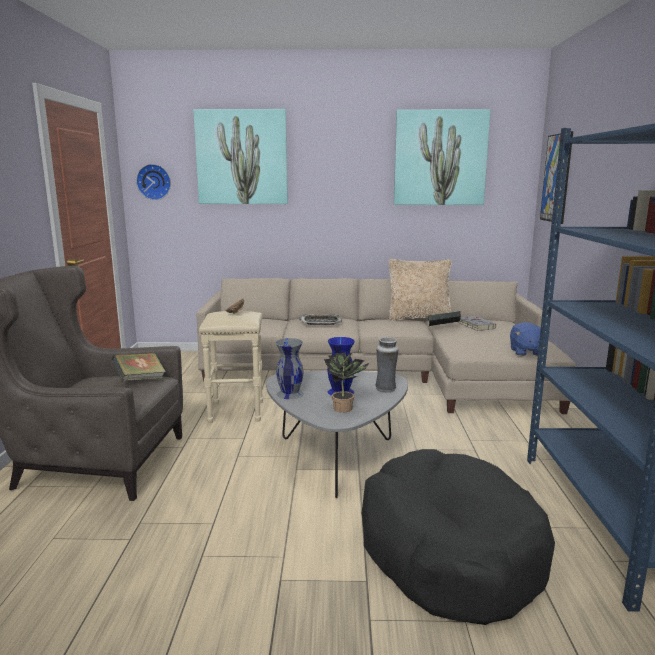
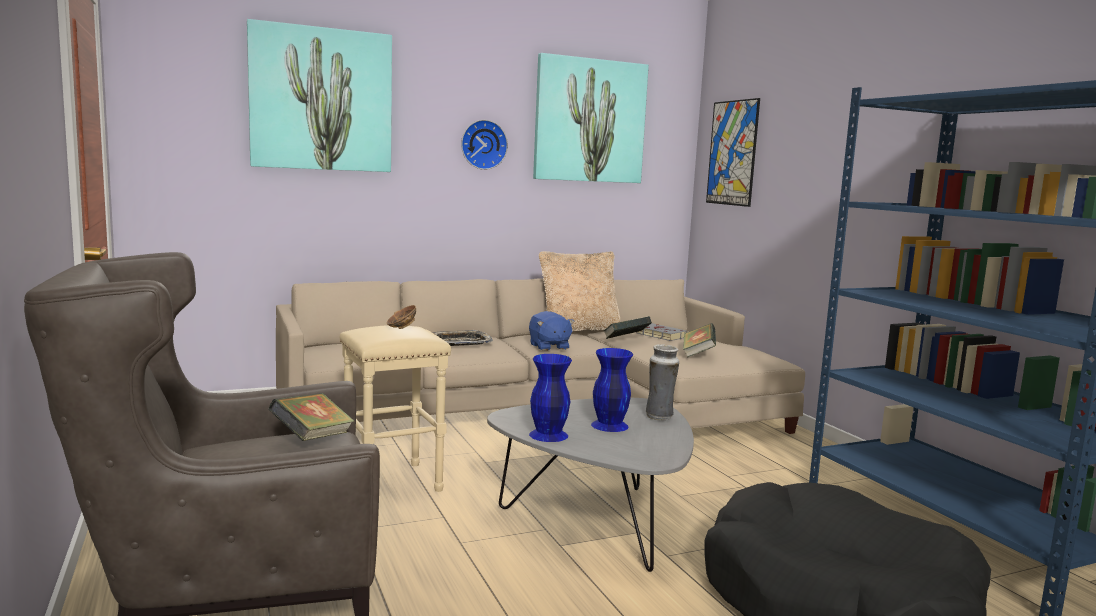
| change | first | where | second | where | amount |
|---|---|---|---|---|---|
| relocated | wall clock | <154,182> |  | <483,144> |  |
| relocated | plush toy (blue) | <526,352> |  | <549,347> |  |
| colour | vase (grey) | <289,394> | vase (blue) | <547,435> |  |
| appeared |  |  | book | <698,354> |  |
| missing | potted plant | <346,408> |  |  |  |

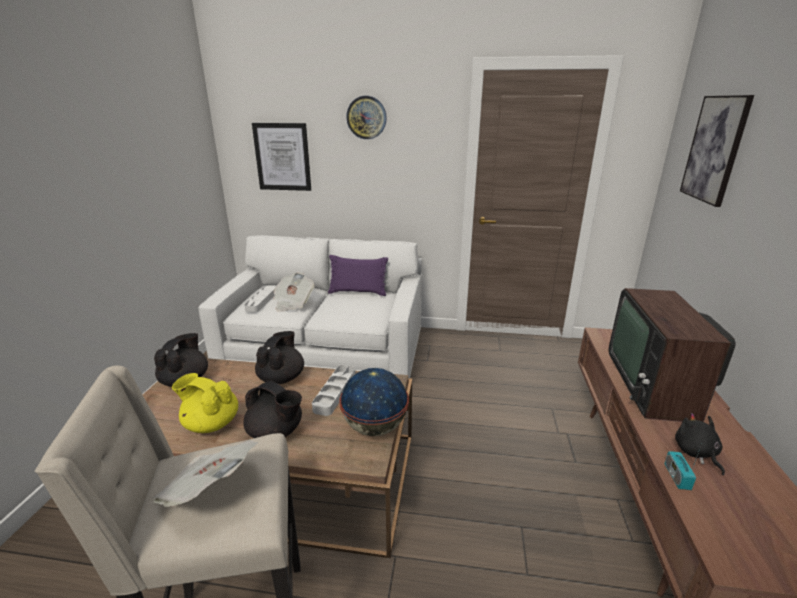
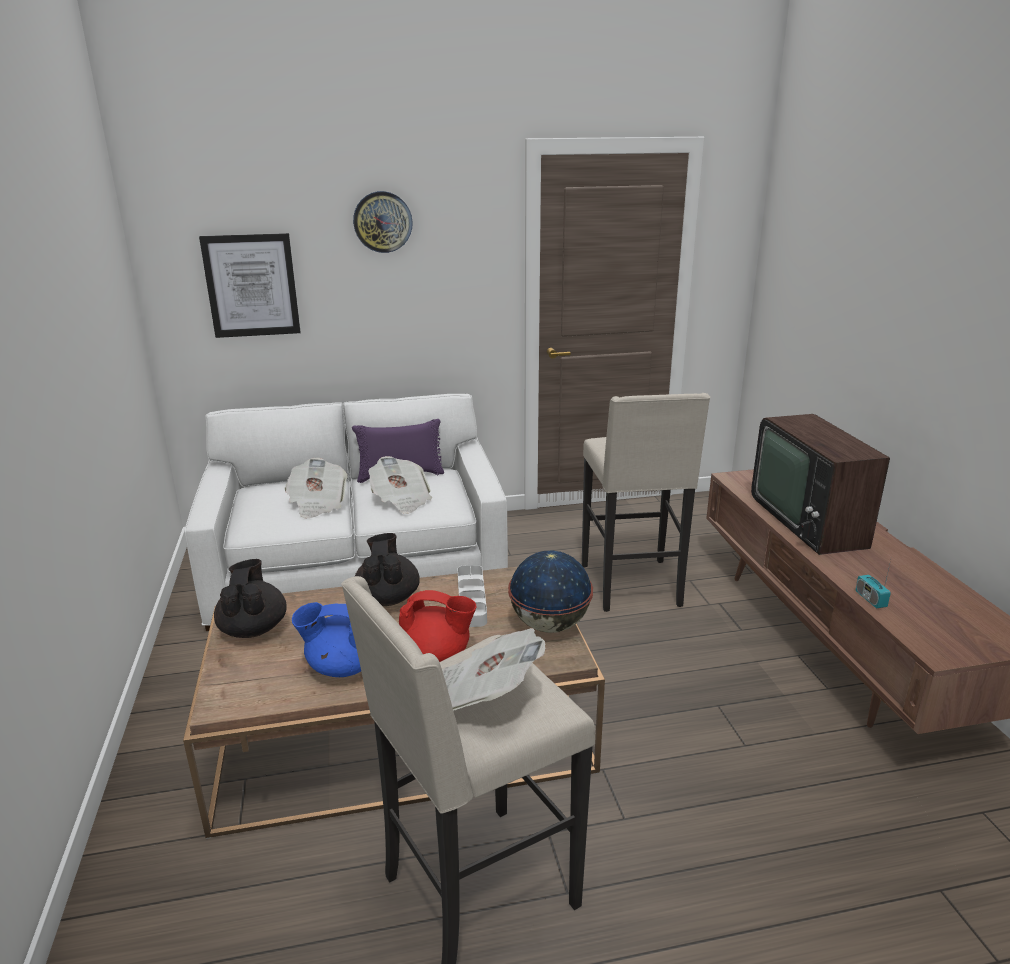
| change | first | where | second | where | amount |
|---|---|---|---|---|---|
| colour | teapot (yellow) | <211,423> | teapot (blue) | <342,666> |  |
| appeared |  |  | newspaper | <401,500> |  |
| colour | teapot (black) | <276,432> | teapot (red) | <436,656> |  |
| appeared |  |  | stool (beige) | <633,586> |  |
| missing | tray (white) | <261,301> |  |  |  |
| missing | plush toy (black) | <696,453> |  |  |  |
| missing | picture | <714,149> |  |  |  |

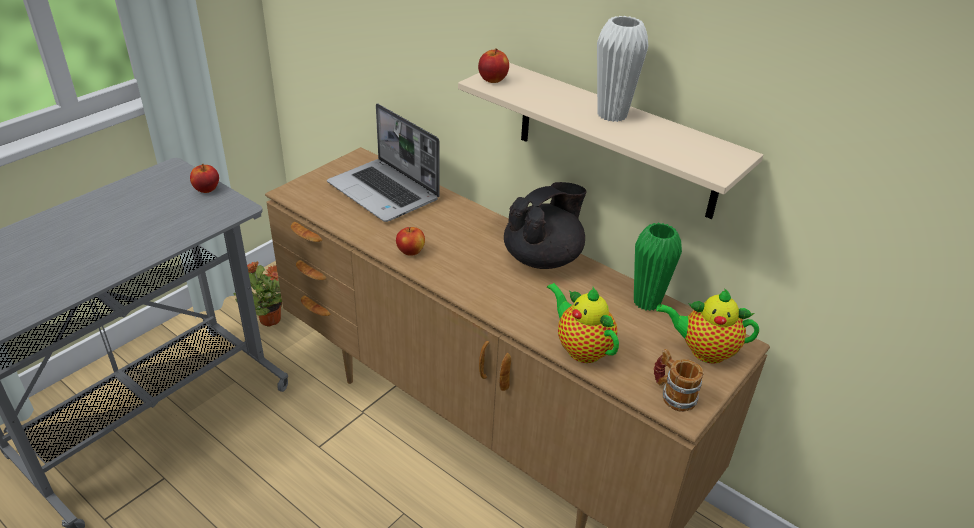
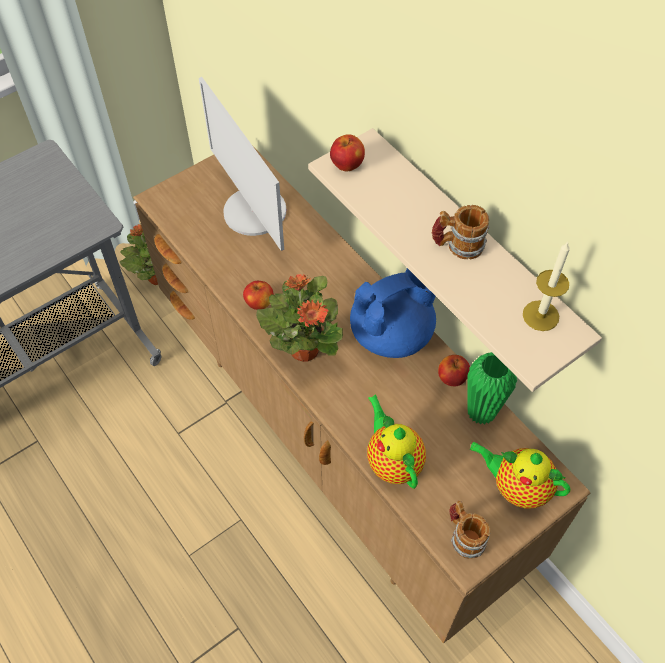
| change | first | where | second | where | amount |
|---|---|---|---|---|---|
| exchanged | laptop | <385,192> | monitor | <254,212> |  |
| appeared |  |  | potted plant | <304,348> |  |
| colour | teapot (black) | <543,258> | teapot (blue) | <393,333> |  |
| exchanged | vase (white) | <612,115> | mug | <457,245> |  |
| relocated | apple | <206,189> |  | <452,378> |  |
| appeared |  |  | candle | <540,315> |  |

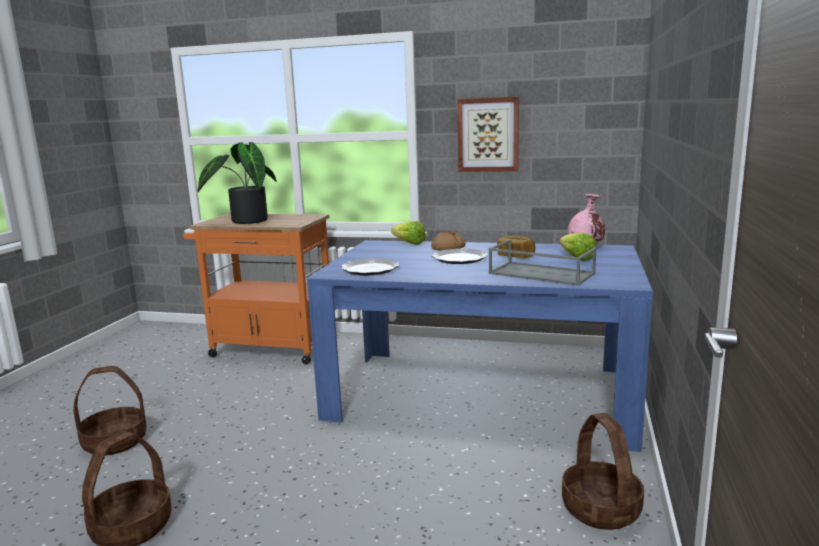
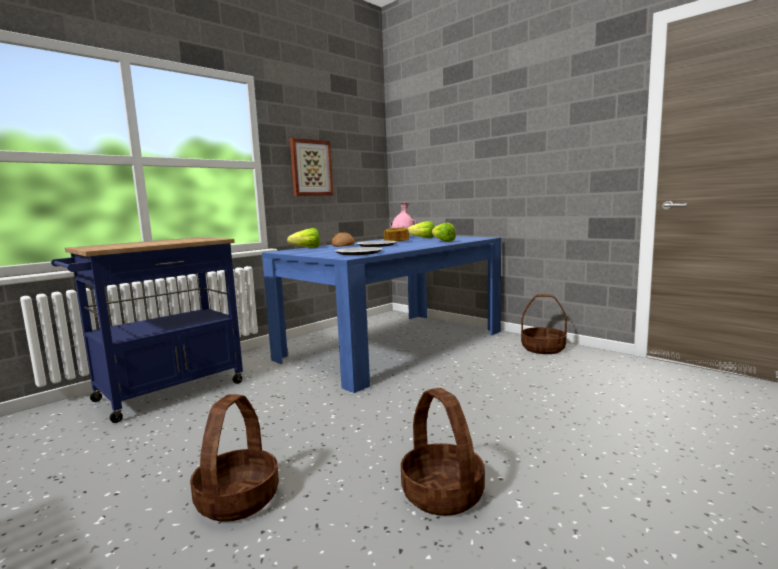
| change | first | where | second | where | amount |
|---|---|---|---|---|---|
| colour | cart (orange) | <269,348> | cart (blue) | <165,393> |  |
| exchanged | tray (grey) | <540,274> | lettuce | <442,241> |  |
| missing | potted plant | <245,221> |  |  |  |

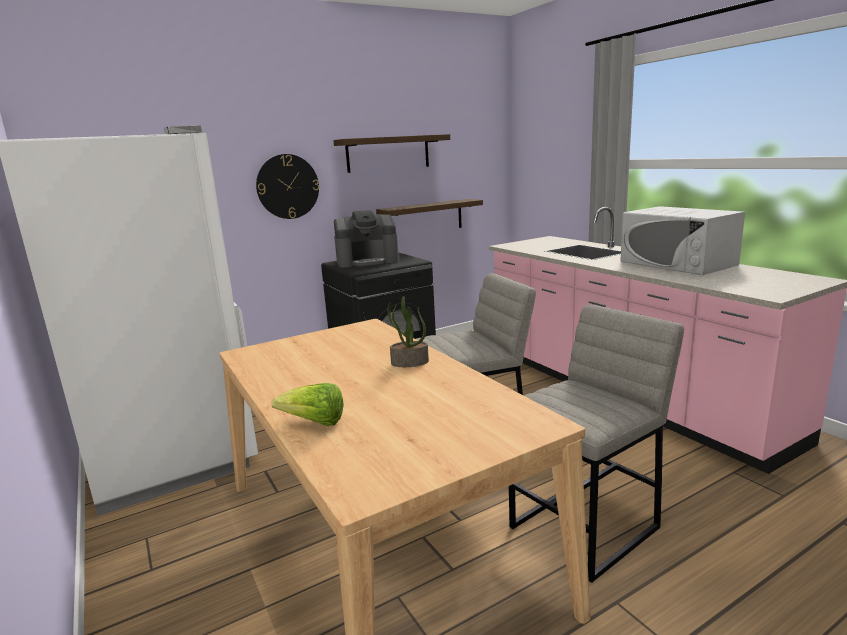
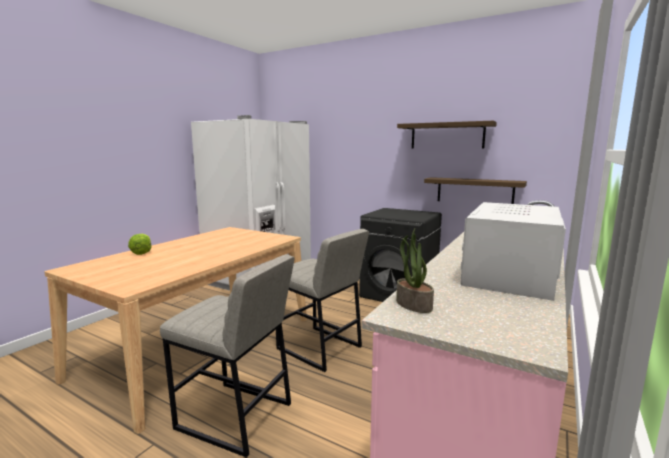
| change | first | where | second | where | amount |
|---|---|---|---|---|---|
| relocated | potted plant | <409,363> |  | <413,305> |  |
| missing | wall clock | <288,186> |  |  |  |
| missing | coffee machine | <368,261> |  |  |  |

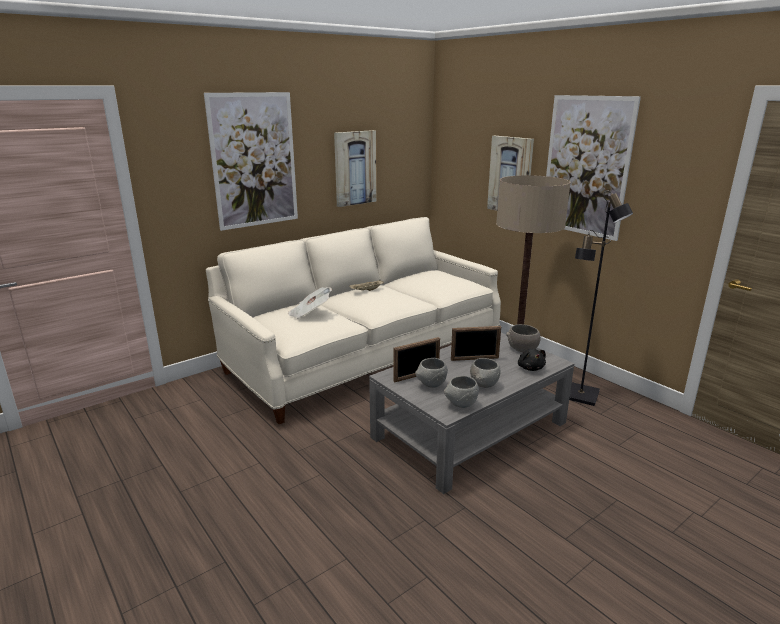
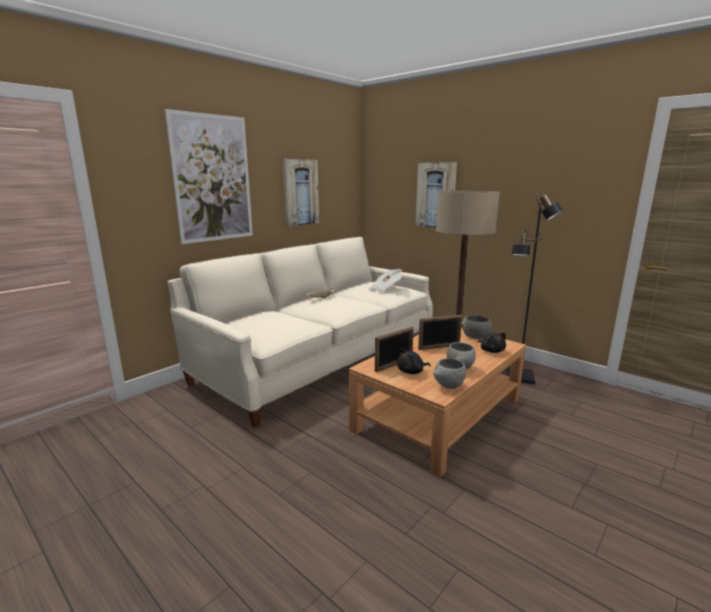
| change | first | where | second | where | amount |
|---|---|---|---|---|---|
| colour | coffee table (grey) | <470,429> | coffee table (brown) | <439,414> |  |
| relocated | newspaper | <310,313> |  | <385,289> |  |
| exchanged | bowl (grey) | <431,385> | plush toy (black) | <411,372> |  |
| missing | picture | <586,166> |  |  |  |

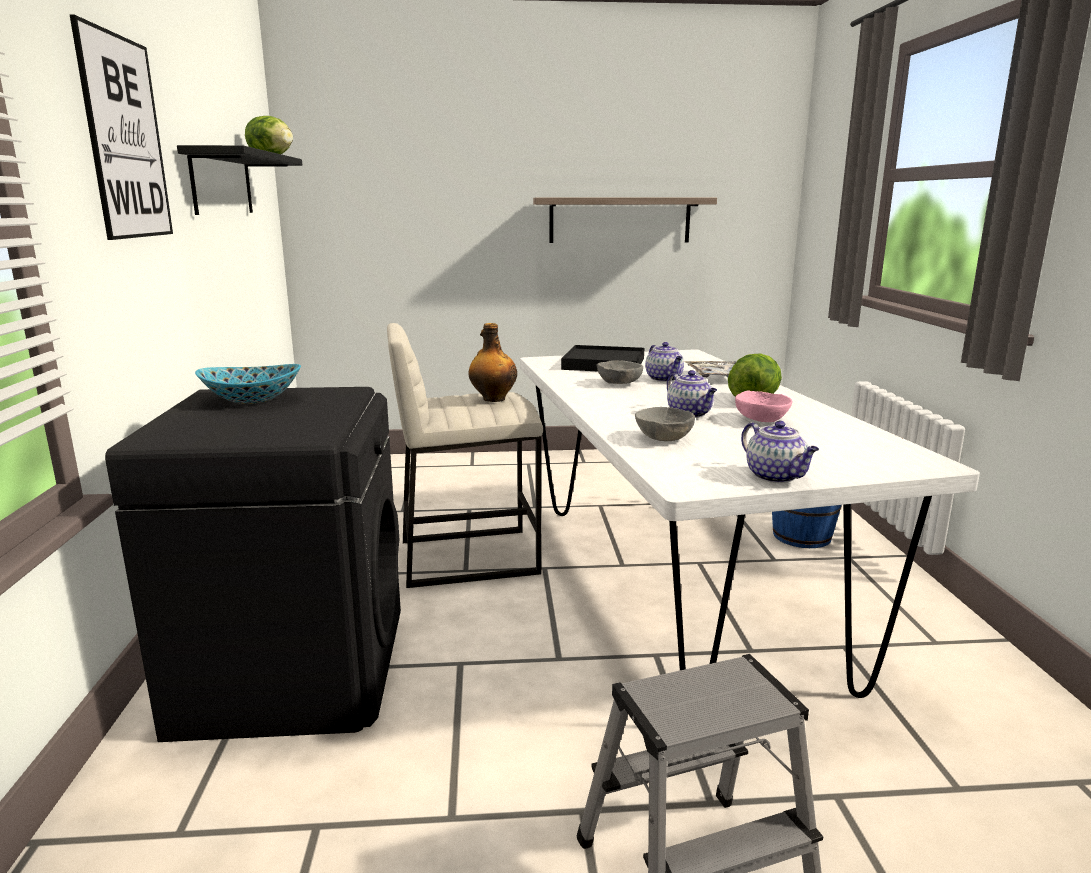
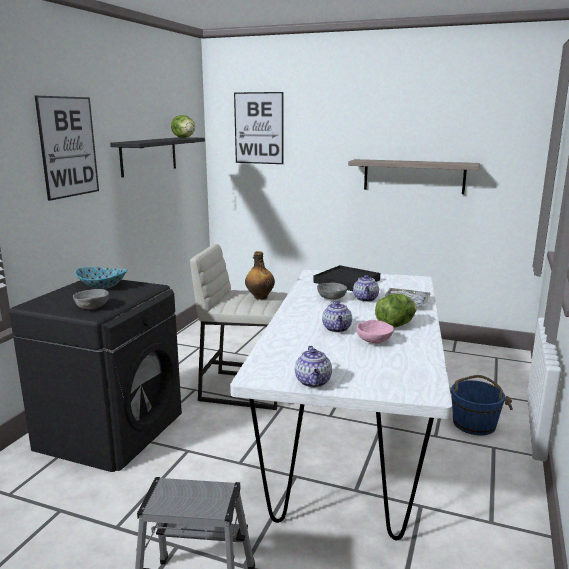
| change | first | where | second | where | amount |
|---|---|---|---|---|---|
| relocated | bowl (grey) | <664,438> |  | <92,307> |  |
| appeared |  |  | picture | <259,128> |  |

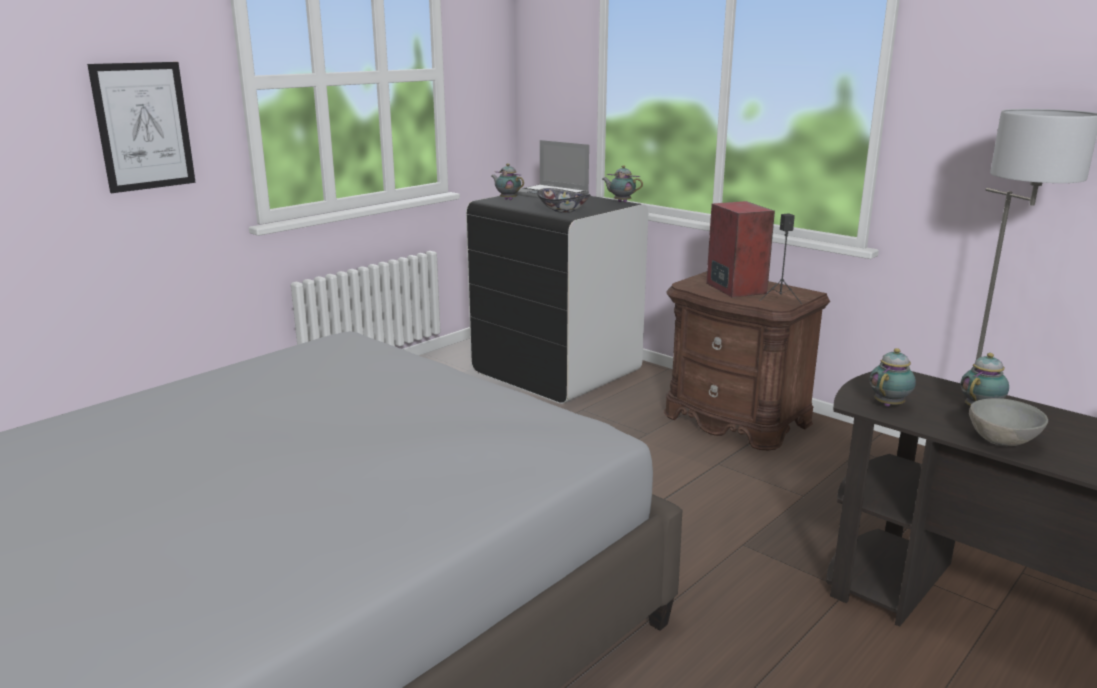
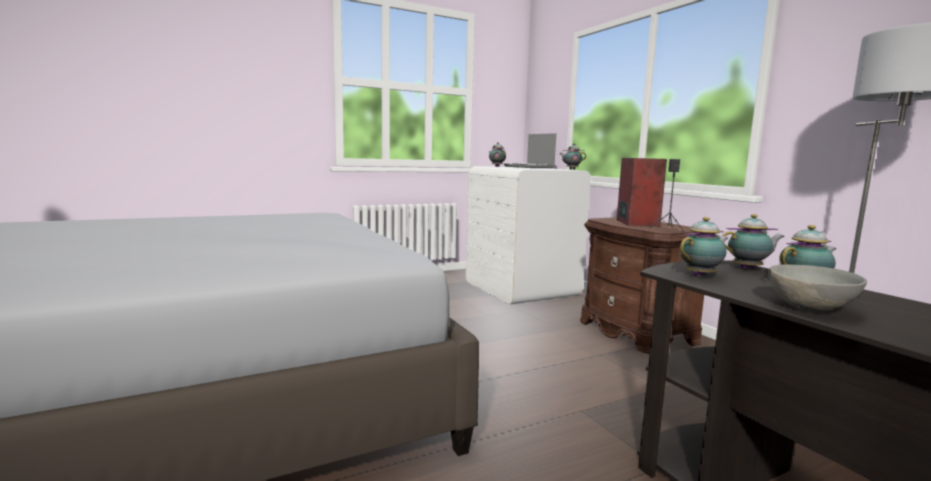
| change | first | where | second | where | amount |
|---|---|---|---|---|---|
| colour | dresser (black) | <557,371> | dresser (white) | <522,288> |  |
| appeared |  |  | teapot | <749,268> |  |
| missing | picture | <143,126> |  |  |  |
| missing | bowl | <563,210> |  |  |  |

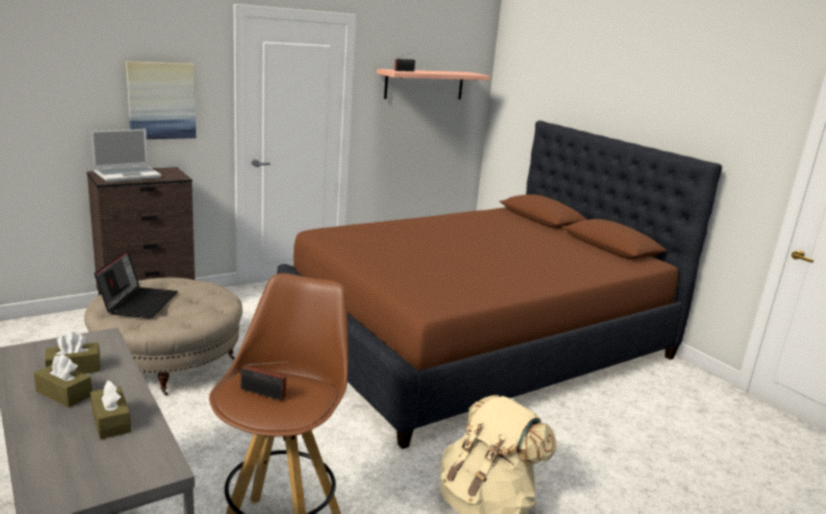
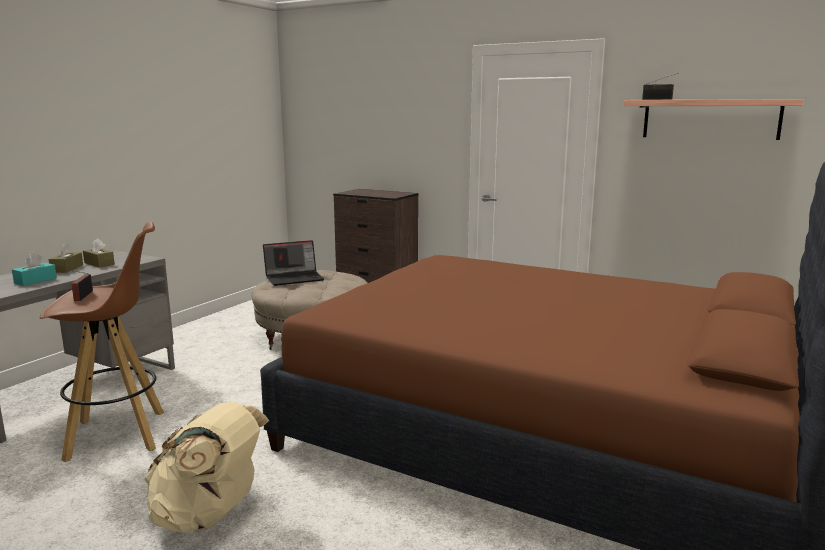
| change | first | where | second | where | amount |
|---|---|---|---|---|---|
| colour | tissue box (brown) | <111,421> | tissue box (turquoise) | <35,281> |  |
| missing | laptop | <128,175> |  |  |  |
| missing | picture | <161,100> |  |  |  |

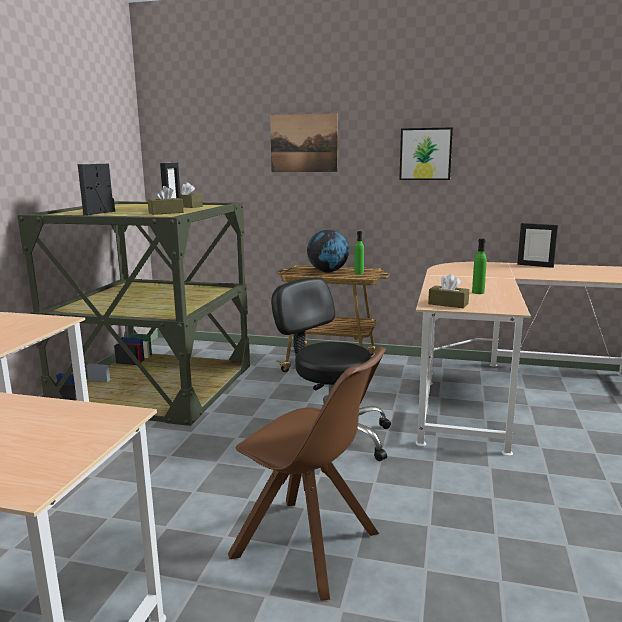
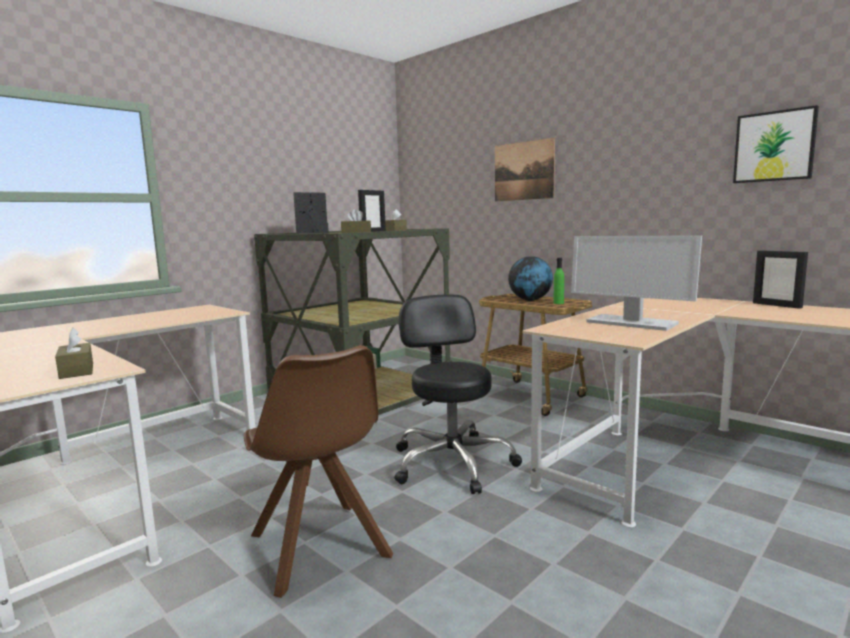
| change | first | where | second | where | amount |
|---|---|---|---|---|---|
| relocated | tissue box (brown) | <448,304> |  | <76,370> |  |
| exchanged | bottle (green) | <478,292> | monitor | <630,323> |  |
| relocated | picture | <425,154> |  | <774,146> |  |

